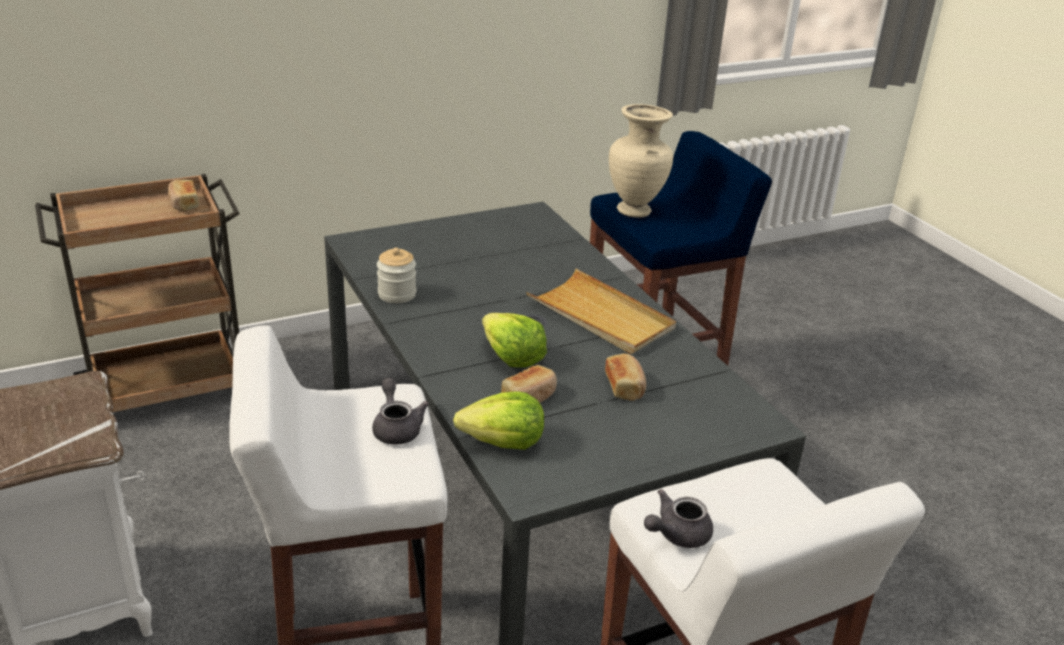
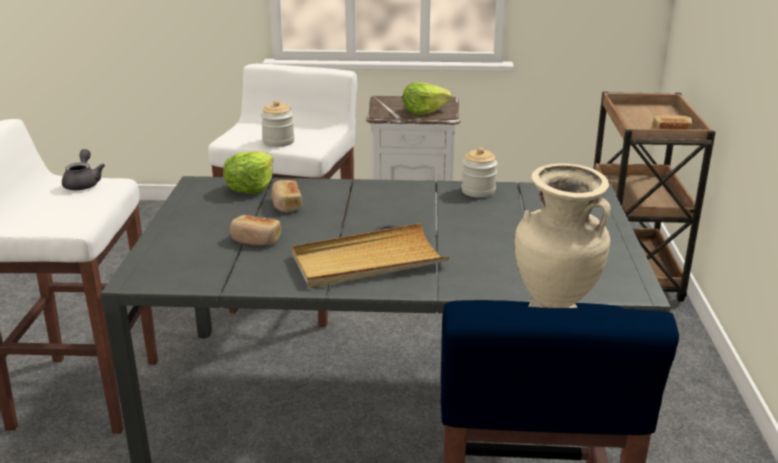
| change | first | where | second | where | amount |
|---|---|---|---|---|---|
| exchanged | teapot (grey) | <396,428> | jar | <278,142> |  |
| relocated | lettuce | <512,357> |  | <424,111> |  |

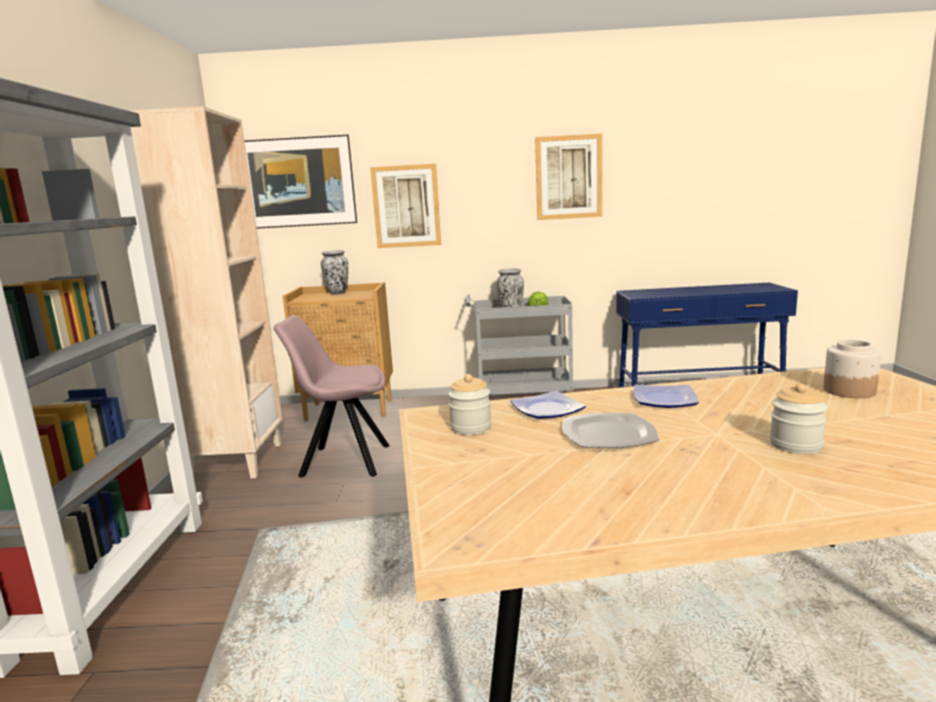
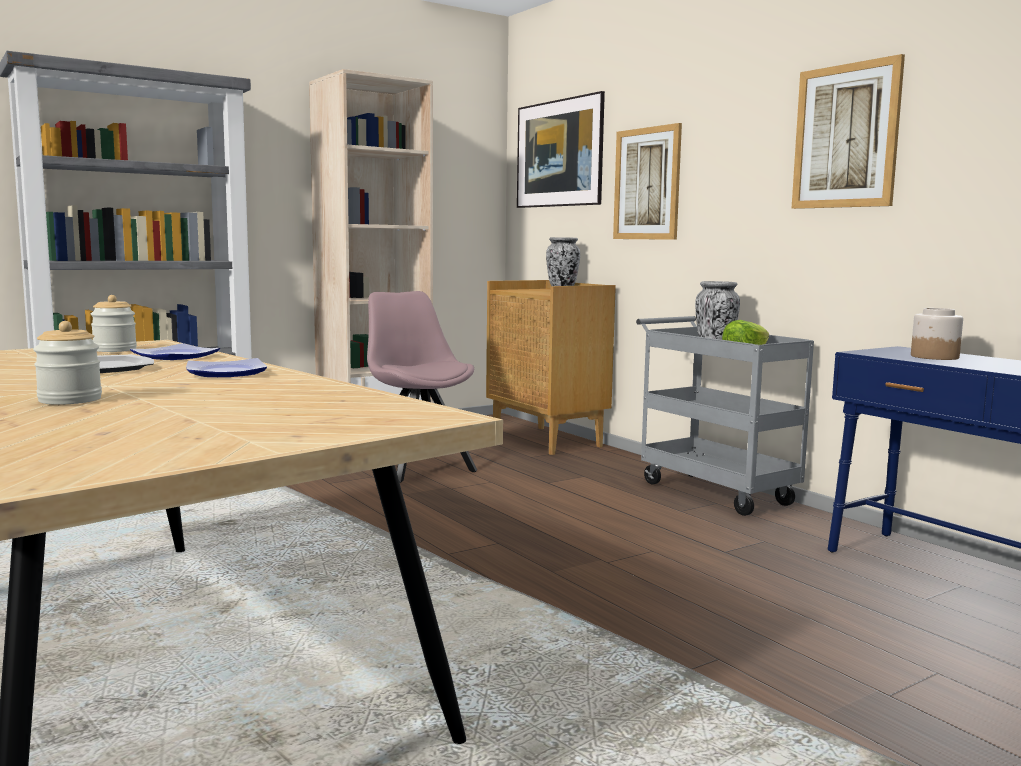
| change | first | where | second | where | amount |
|---|---|---|---|---|---|
| relocated | jar | <848,391> |  | <934,357> |  |

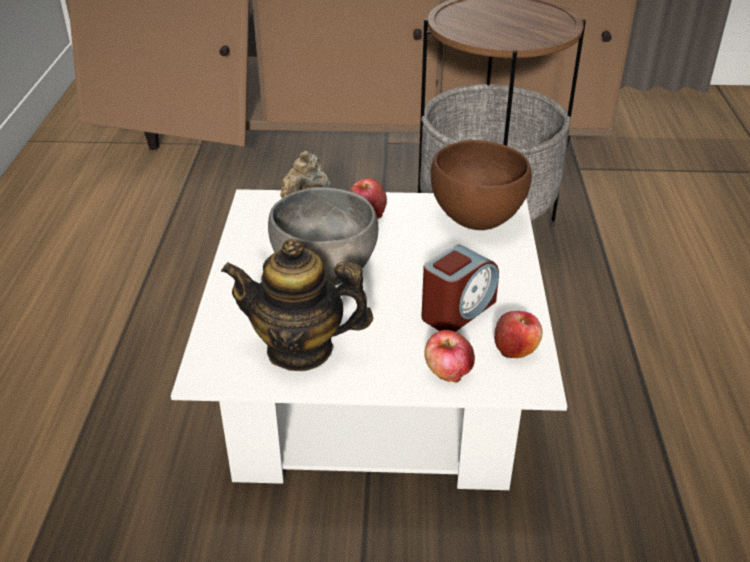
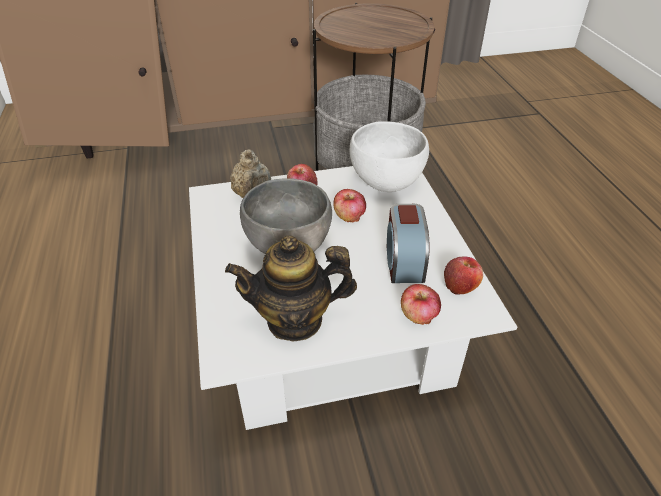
| change | first | where | second | where | amount |
|---|---|---|---|---|---|
| appeared |  |  | apple | <349,216> |  |
| colour | bowl (brown) | <477,218> | bowl (white) | <387,182> |  |
| spun | alarm clock | <457,310> |  | <404,261> | 150 degrees clockwise |

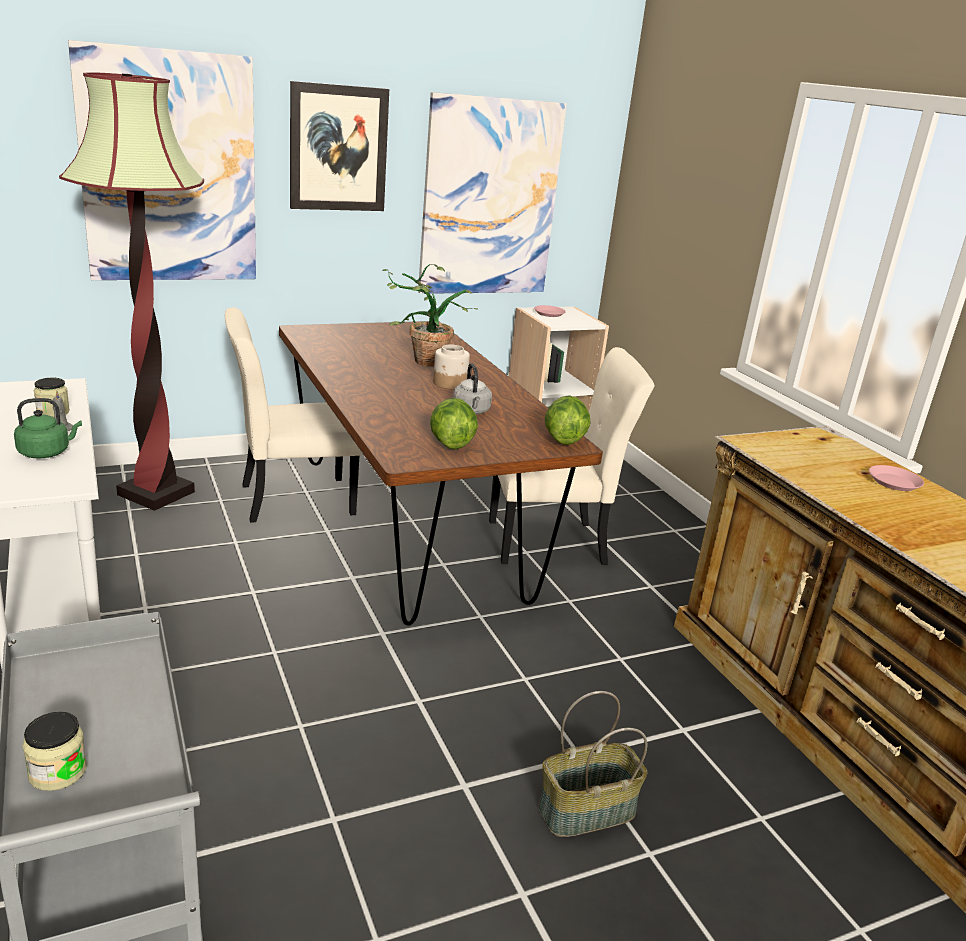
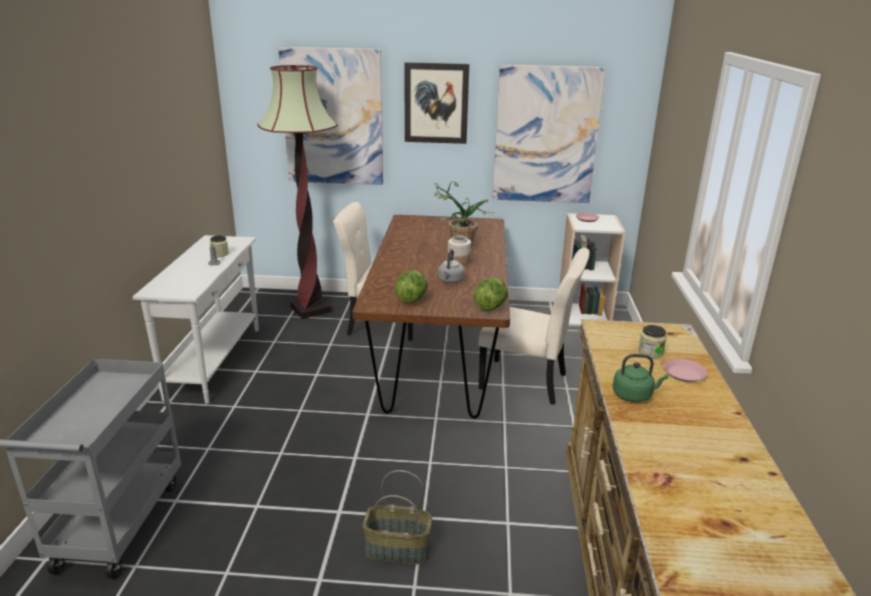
| change | first | where | second | where | amount |
|---|---|---|---|---|---|
| relocated | kettle (green) | <47,452> |  | <634,395> |  |
| relocated | jar | <57,772> |  | <650,352> |  |

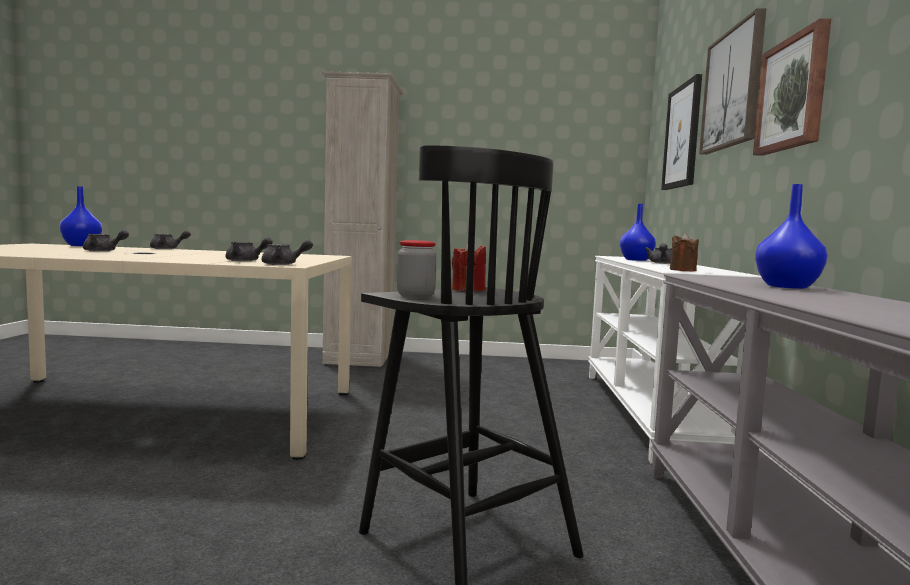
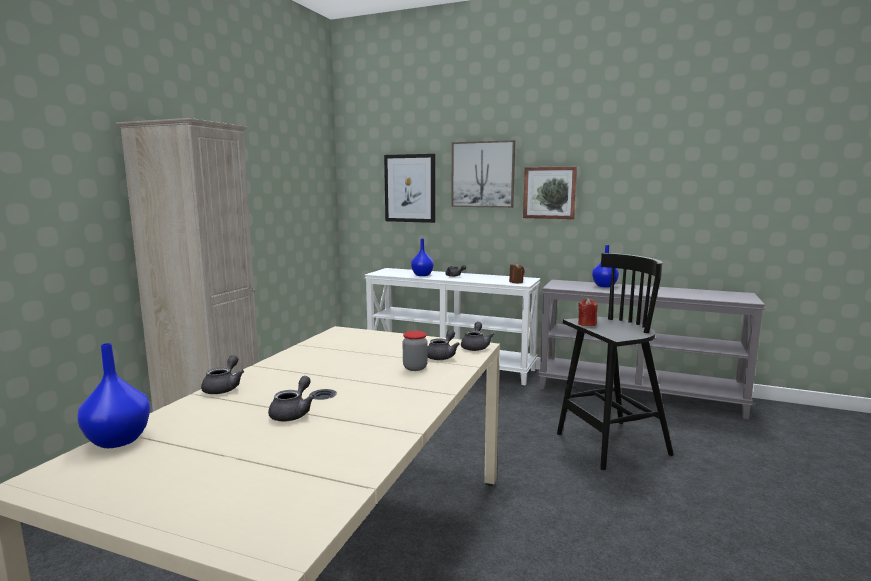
| change | first | where | second | where | amount |
|---|---|---|---|---|---|
| relocated | jar | <415,296> |  | <415,368> |  |

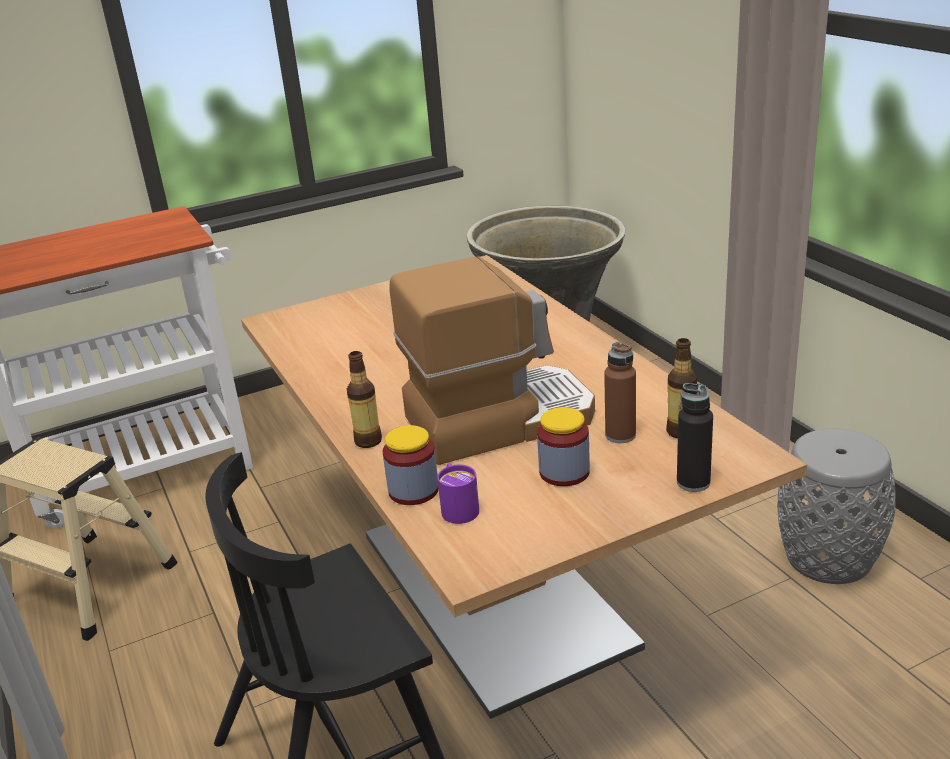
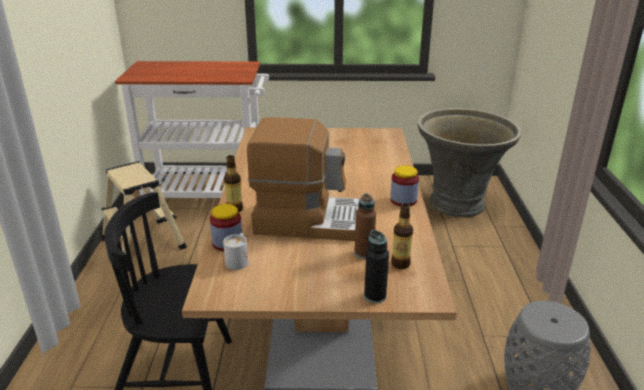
| change | first | where | second | where | amount |
|---|---|---|---|---|---|
| colour | mug (purple) | <458,507> | mug (white) | <238,260> |  |
| relocated | jar | <564,472> |  | <403,200> |  |

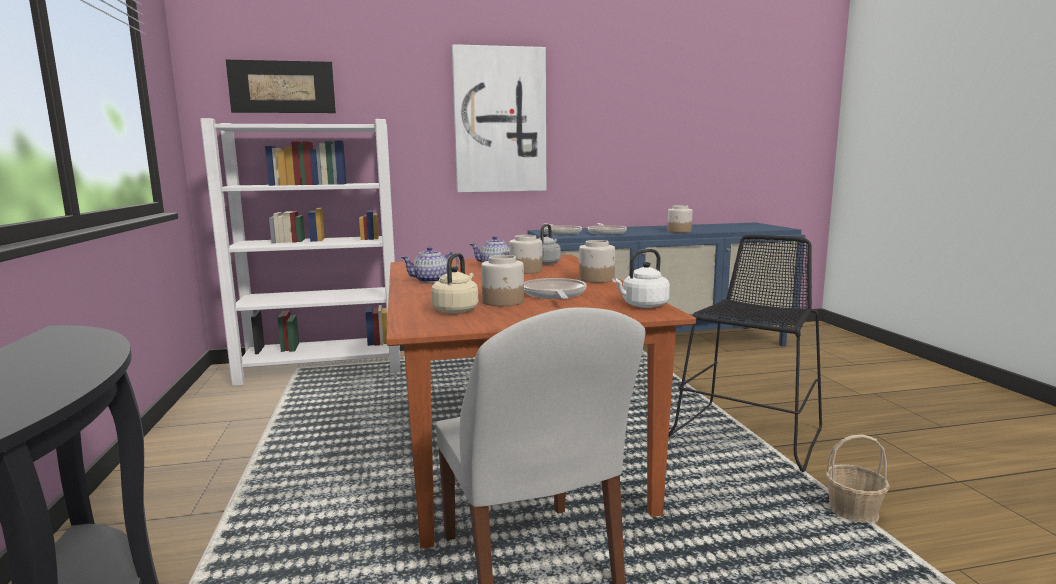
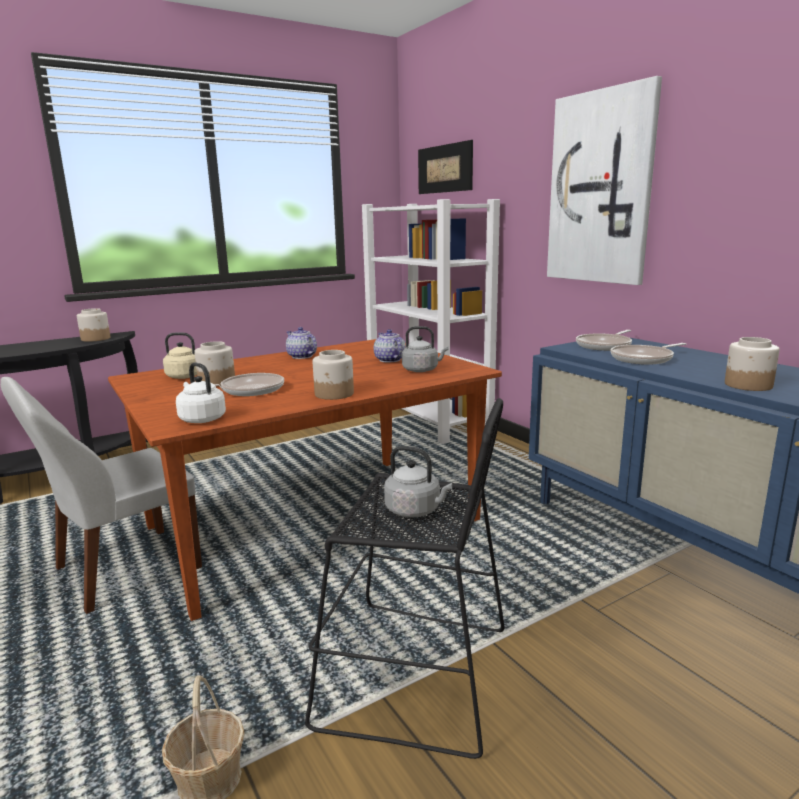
| change | first | where | second | where | amount |
|---|---|---|---|---|---|
| relocated | jar | <525,271> |  | <96,339> |  |
| appeared |  |  | kettle (grey) | <415,510> |  |

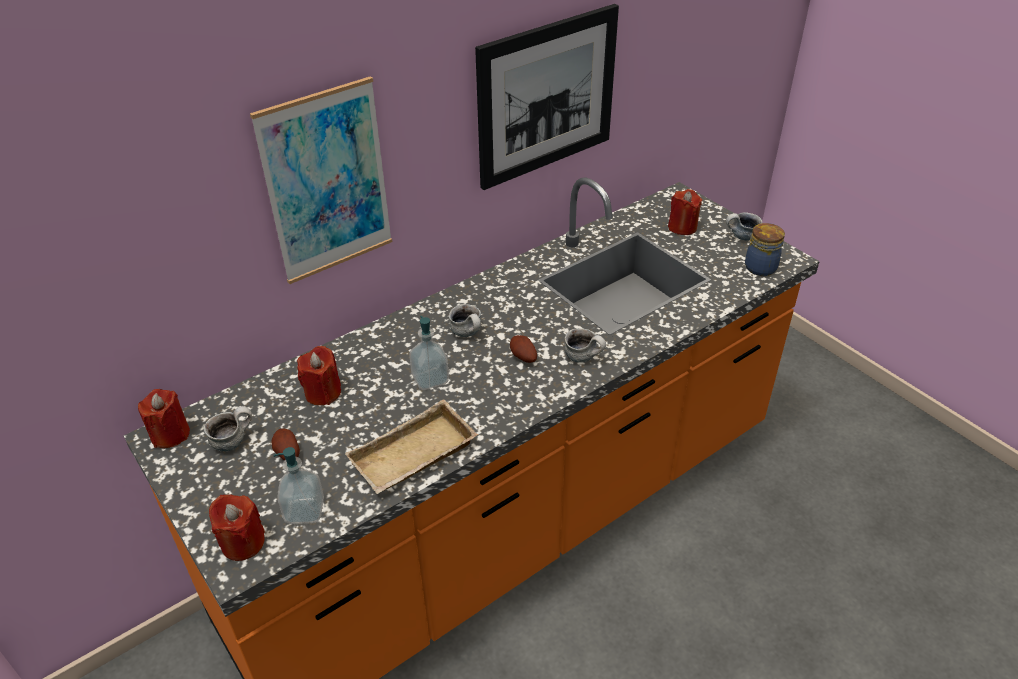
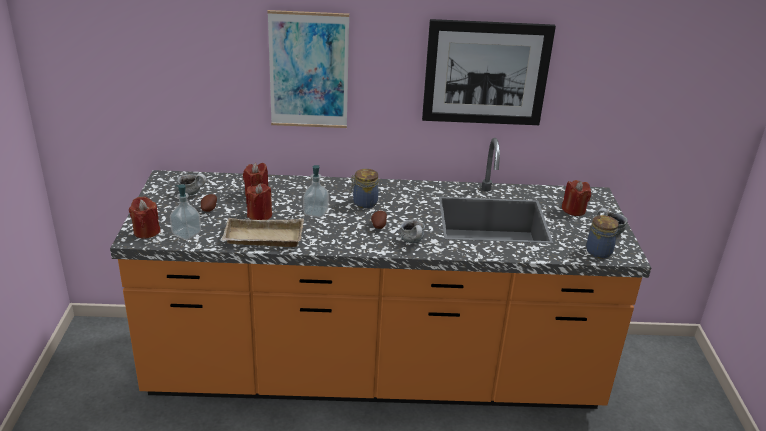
| change | first | where | second | where | amount |
|---|---|---|---|---|---|
| relocated | candle (red) | <170,434> |  | <260,215> |  |
| exchanged | mug | <469,333> | jar | <364,203> |  |

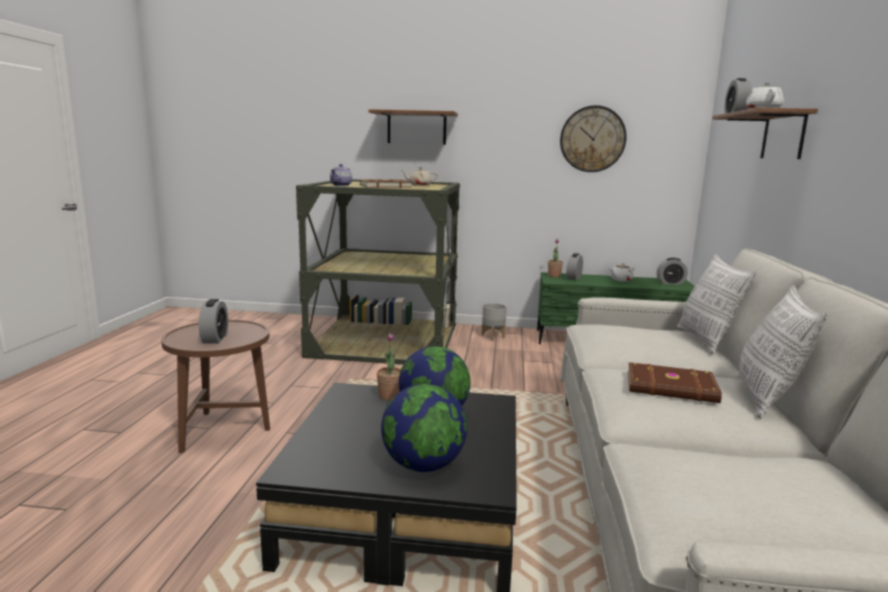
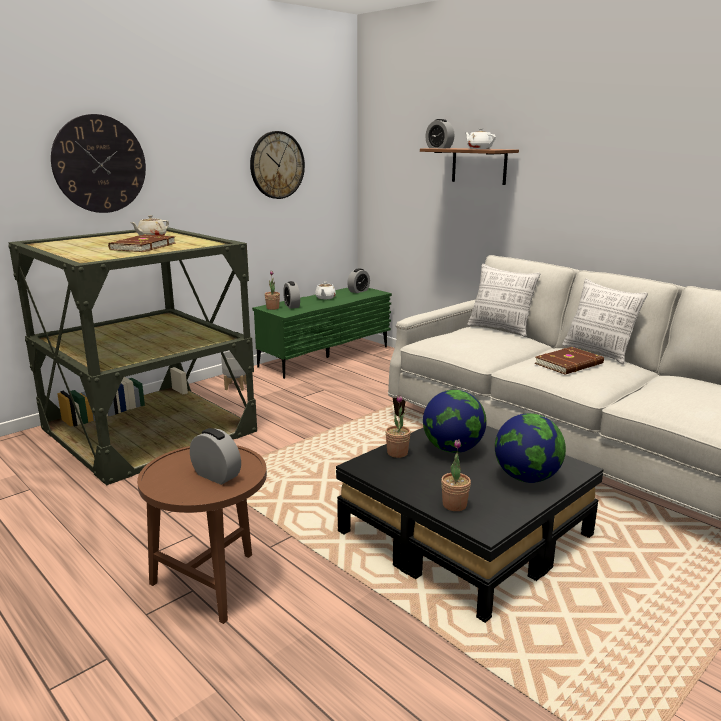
| change | first | where | second | where | amount |
|---|---|---|---|---|---|
| exchanged | shelf | <416,128> | wall clock | <99,164> |  |
| appeared |  |  | potted plant | <454,505> |  |
| missing | teapot | <341,185> |  |  |  |

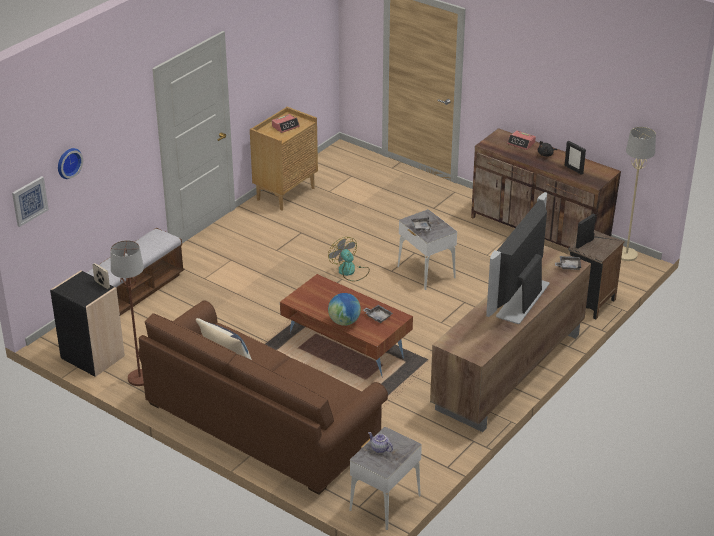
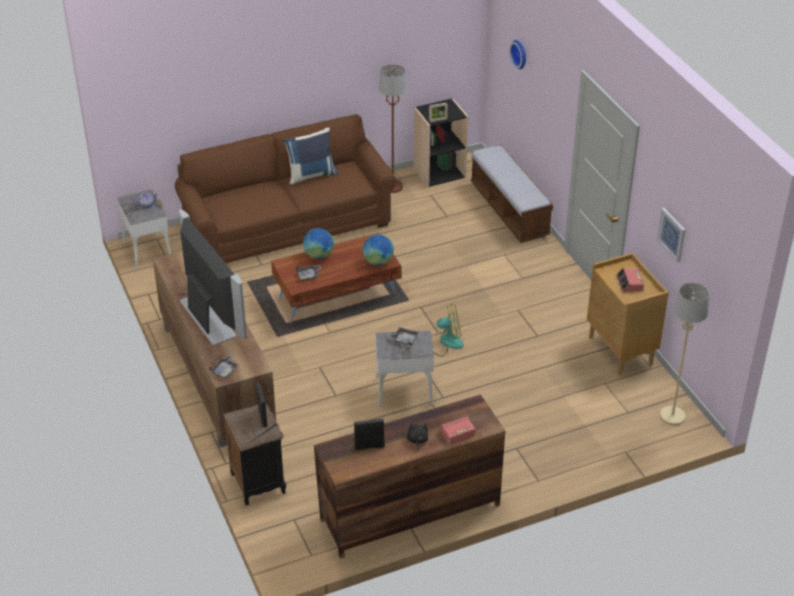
| change | first | where | second | where | amount |
|---|---|---|---|---|---|
| appeared |  |  | globe | <378,262> |  |
| relocated | picture | <29,201> |  | <672,234> |  |
| relocated | floor lamp (beige) | <626,255> |  | <672,416> |  |

